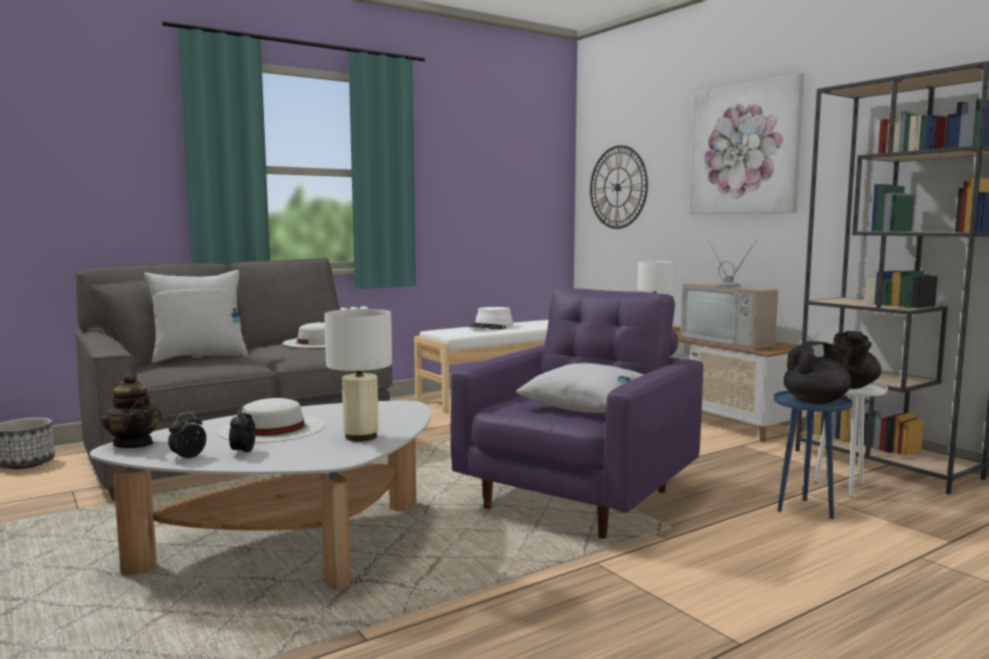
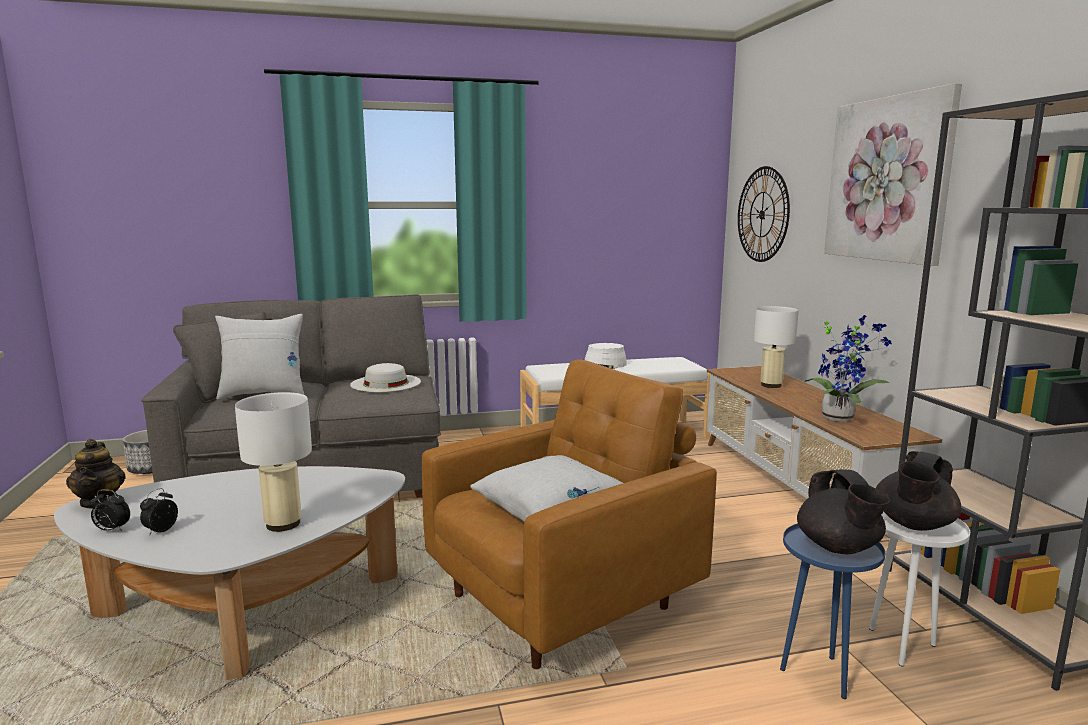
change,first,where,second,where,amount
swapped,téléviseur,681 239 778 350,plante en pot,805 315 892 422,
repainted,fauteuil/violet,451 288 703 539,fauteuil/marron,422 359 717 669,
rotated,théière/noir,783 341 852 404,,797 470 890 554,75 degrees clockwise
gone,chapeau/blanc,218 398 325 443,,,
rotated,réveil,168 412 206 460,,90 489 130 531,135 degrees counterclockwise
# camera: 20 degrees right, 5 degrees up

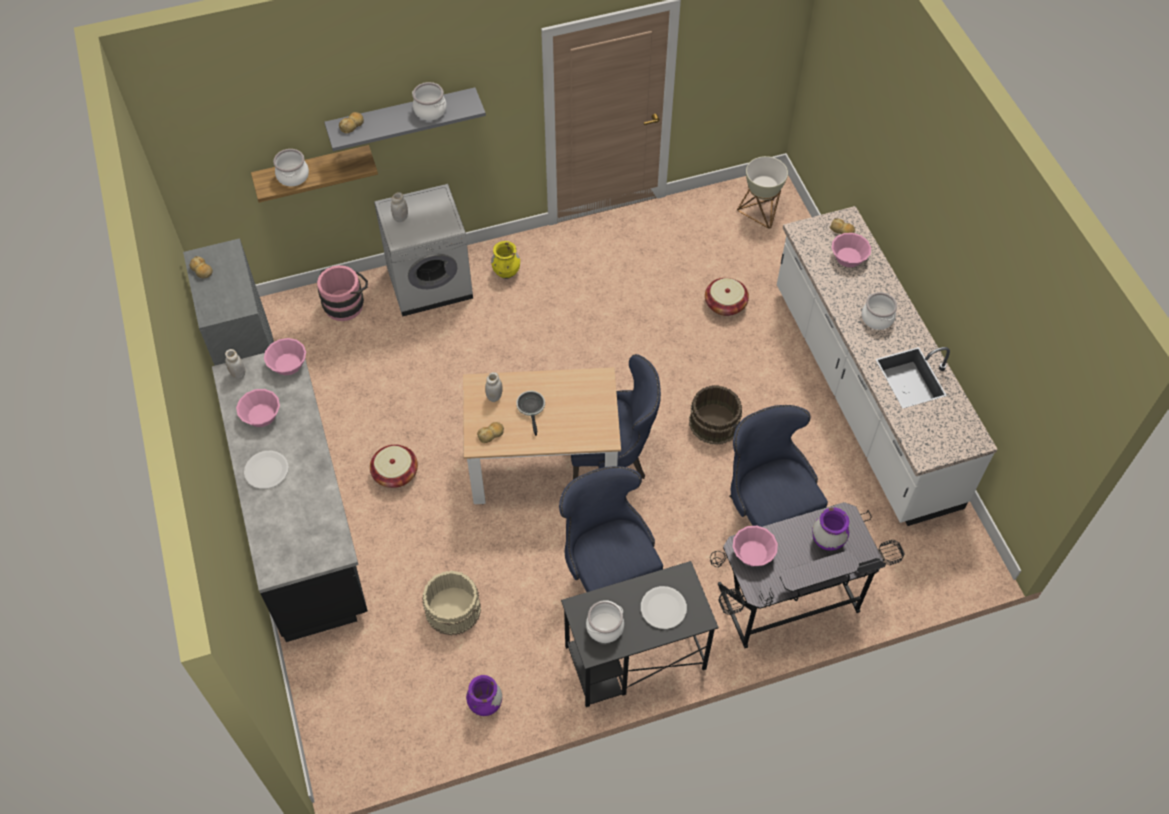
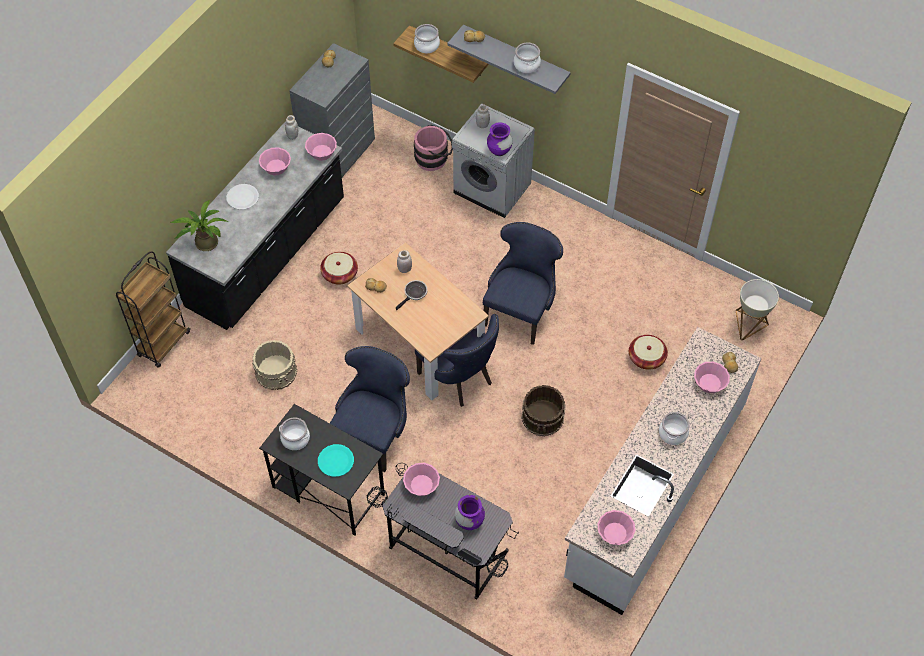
change,first,where,second,where,amount
gone,vase/jaune,491 241 520 279,,,
shifted,chaise/bleu,729 405 828 527,,483 222 563 345,
repainted,assiette/blanc,641 586 687 629,assiette/turquoise,318 444 354 477,
shifted,vase/violet,466 675 502 716,,487 122 513 156,
new,,,plante en pot,171 200 229 251,
new,,,chariot/marron,116 251 191 368,
new,,,bol/rose,597 510 636 545,
# camera: 50 degrees right, 0 degrees up

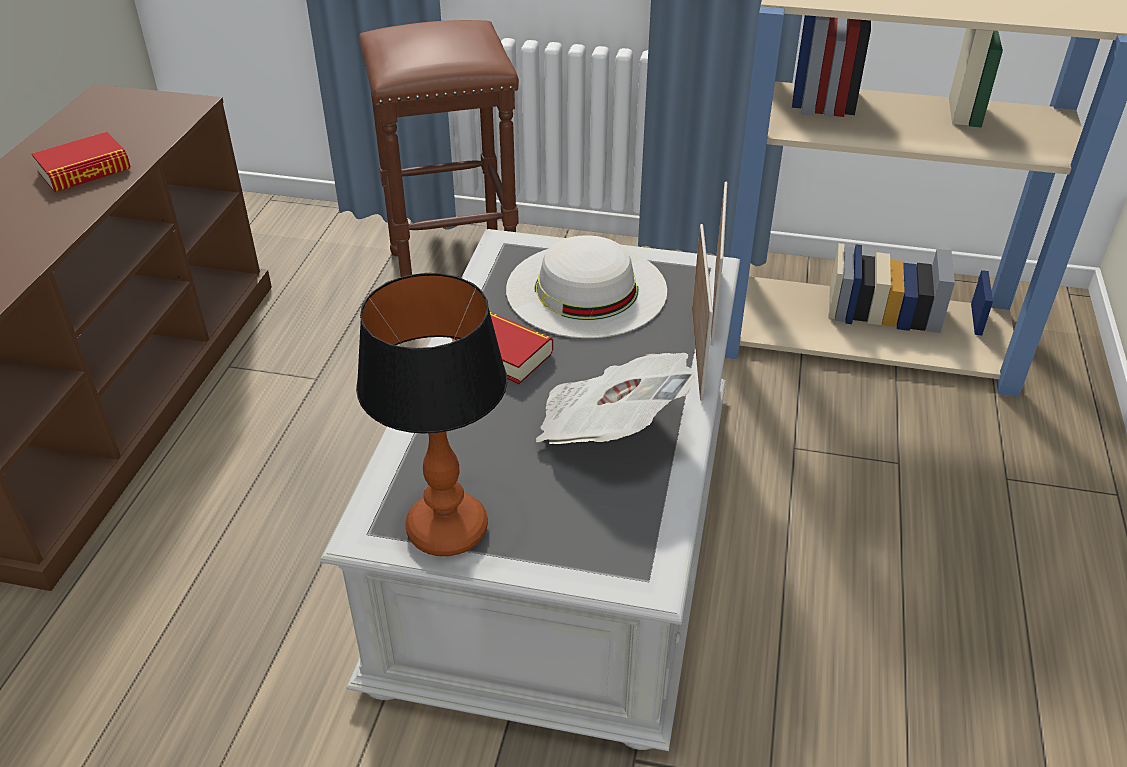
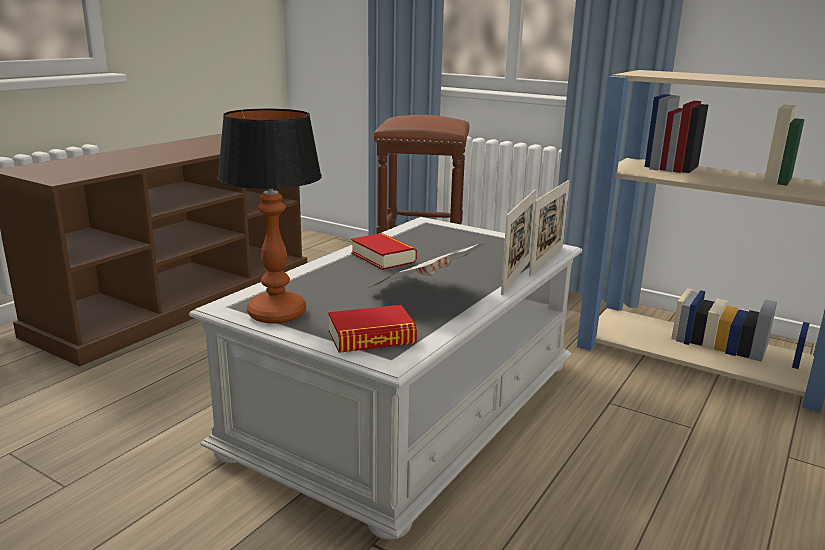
change,first,where,second,where,amount
shifted,livre,32 132 131 192,,328 305 417 353,
gone,chapeau/blanc,506 235 667 338,,,
# camera: 20 degrees right, 20 degrees down

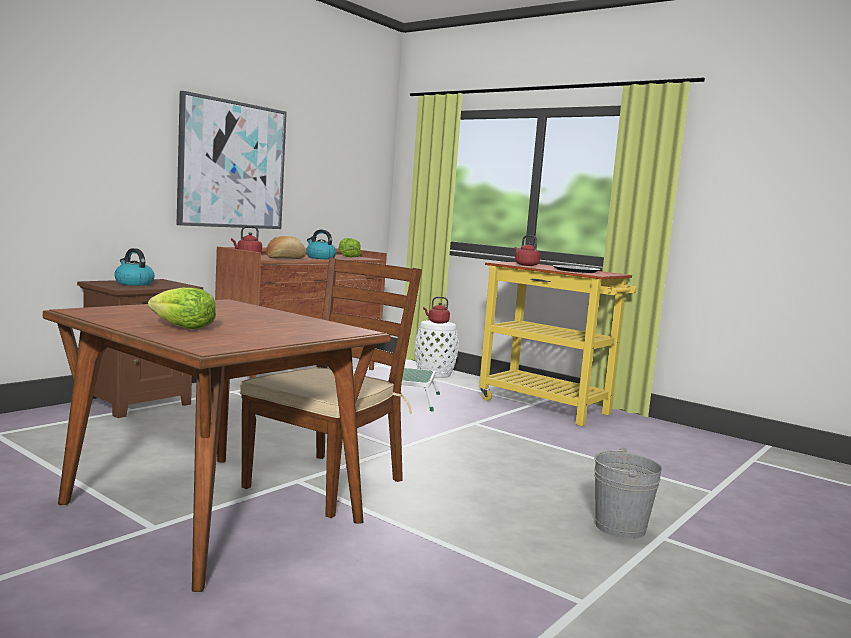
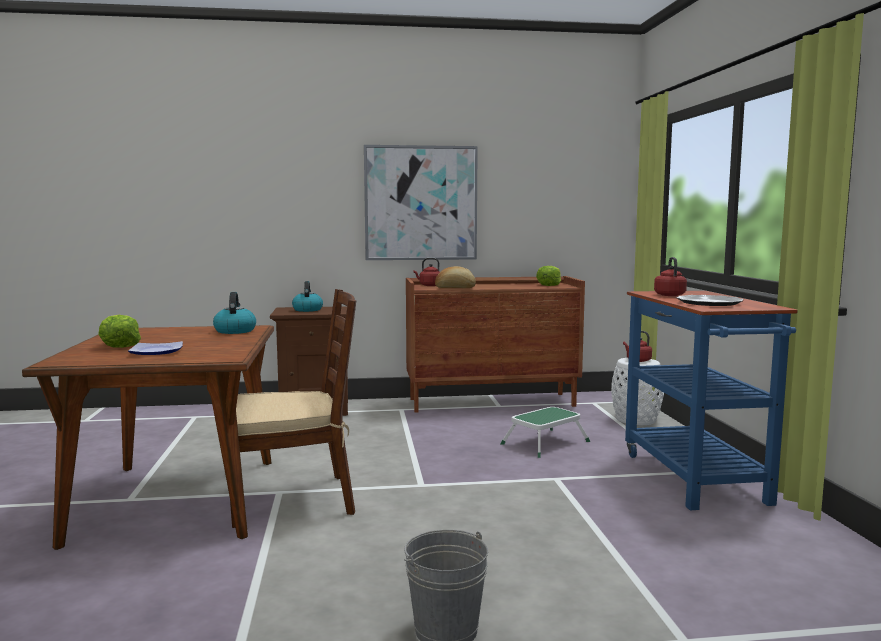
change,first,where,second,where,amount
shifted,bouilloire,306 230 337 259,,213 292 256 334,
repainted,chariot/jaune,479 262 636 426,chariot/bleu,625 290 798 510,
new,,,assiette,128 341 183 355,
# camera: 45 degrees right, 0 degrees up

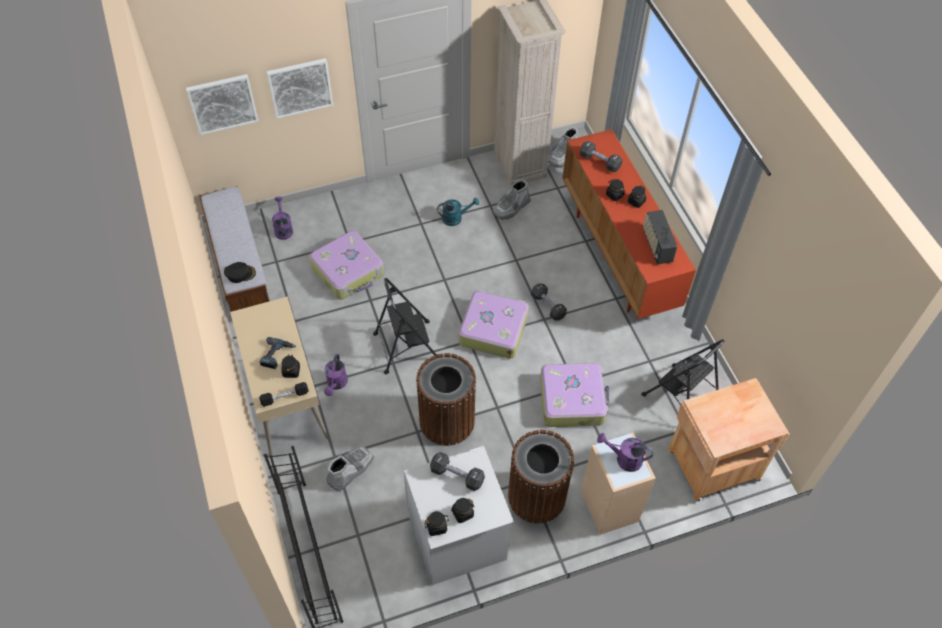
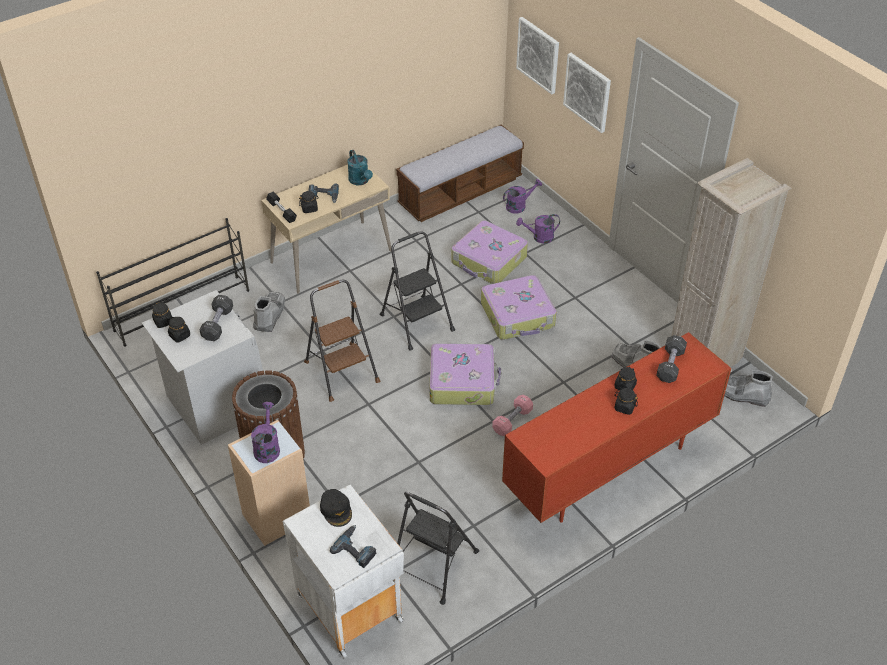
change,first,where,second,where,amount
shifted,arrosoir/turquoise,437 198 479 226,,347 150 373 185,
gone,radio,643 210 678 264,,,
shifted,casquette/noir,224 262 256 283,,320 489 352 527,
repainted,haltère/noir,531 283 567 321,haltère/rose,492 395 533 436,
swapped,poubelle/marron,416 353 476 446,escabeau/marron,304 280 380 402,
shifted,arrosoir/violet,324 354 348 396,,516 214 560 244,
shifted,valise,540 363 609 427,,481 275 557 340,
repainted,chariot/marron,669 378 790 504,chariot/blanc,283 485 404 658,
rotated,botte/gris,326 446 374 492,,253 292 285 332,105 degrees counterclockwise
new,,,perceuse,330 525 376 568,
# camera: 75 degrees right, 10 degrees down

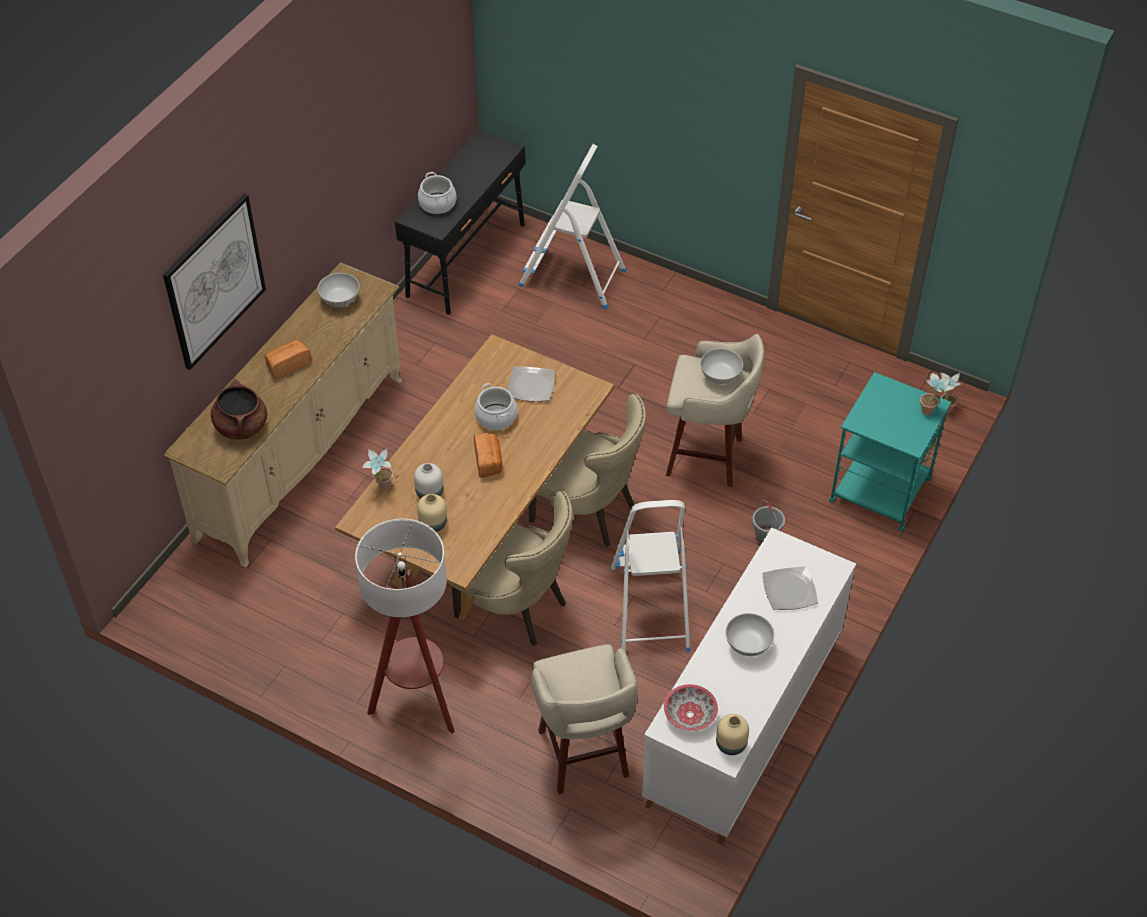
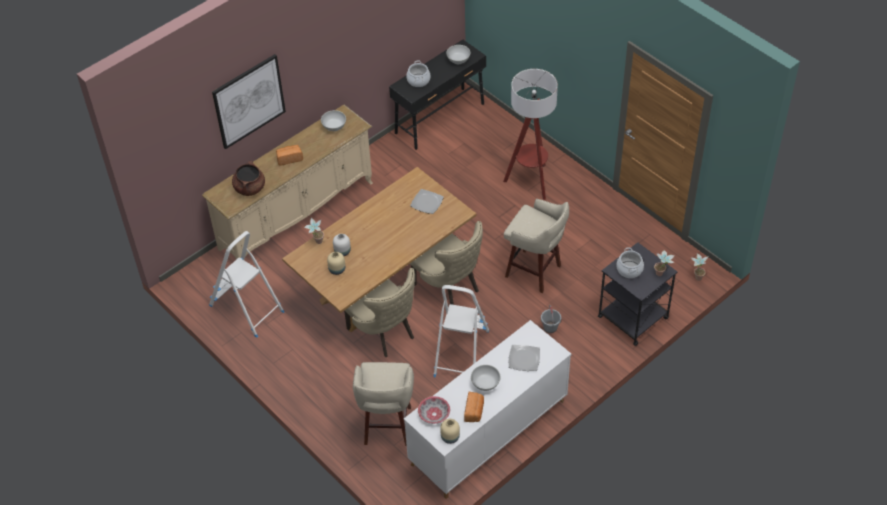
change,first,where,second,where,amount
shifted,escabeau/blanc,518 144 627 309,,209 231 284 338,
shifted,bol/blanc,700 348 743 384,,446 45 470 64,
repainted,chariot/turquoise,829 372 951 532,chariot/noir,598 242 677 346,
shifted,marmite,474 383 517 430,,616 247 644 278,
shifted,pain,474 433 503 478,,464 392 484 422,
shifted,lampadaire,355 519 455 734,,503 69 558 200,
# camera: 20 degrees right, 0 degrees up

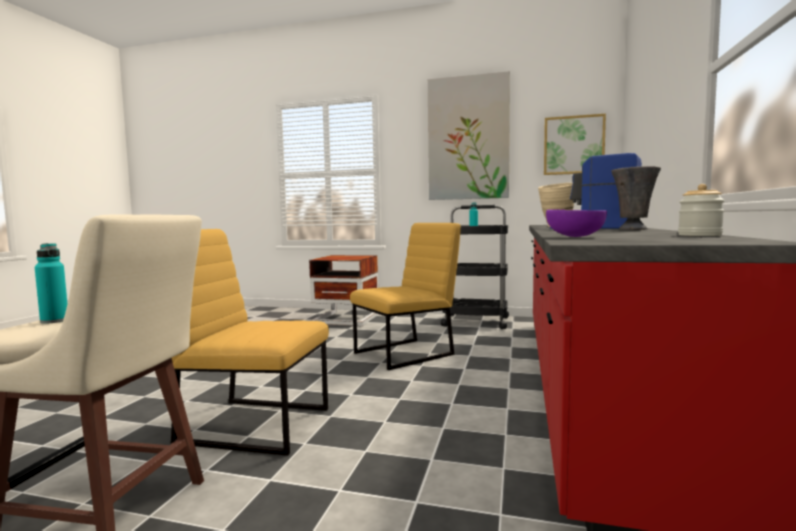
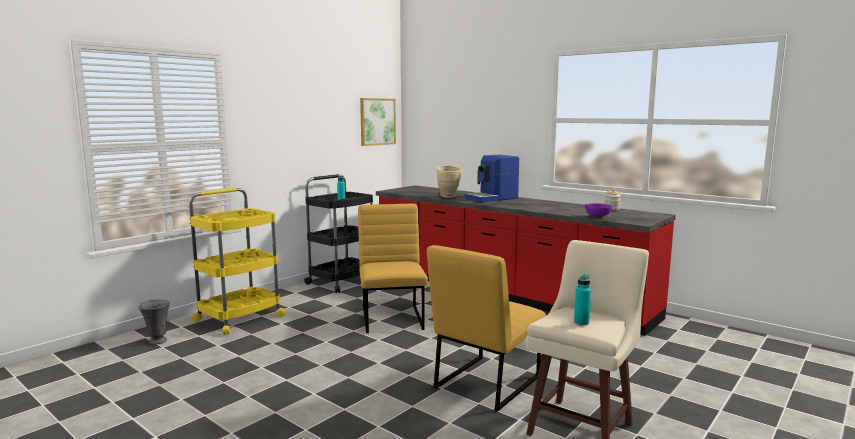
change,first,where,second,where,amount
gone,tableau,428 71 510 200,,,
shifted,vase/gris,611 166 661 230,,138 299 170 345,
swapped,table de chevet,309 255 379 326,chariot/jaune,189 188 286 335,
# camera: 65 degrees left, 5 degrees up

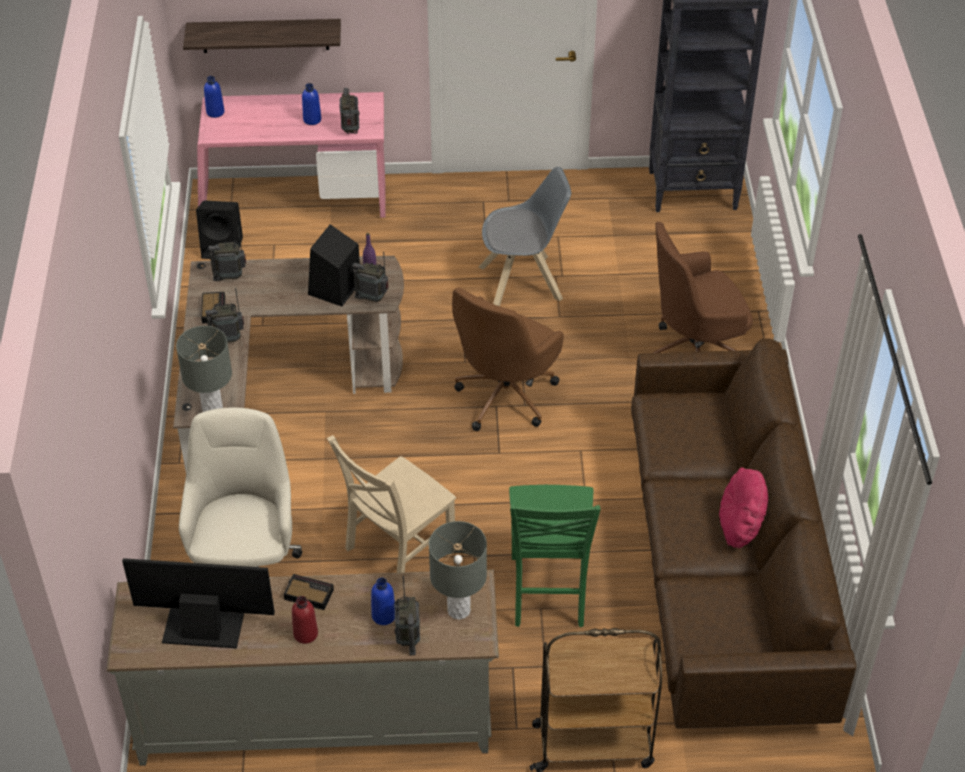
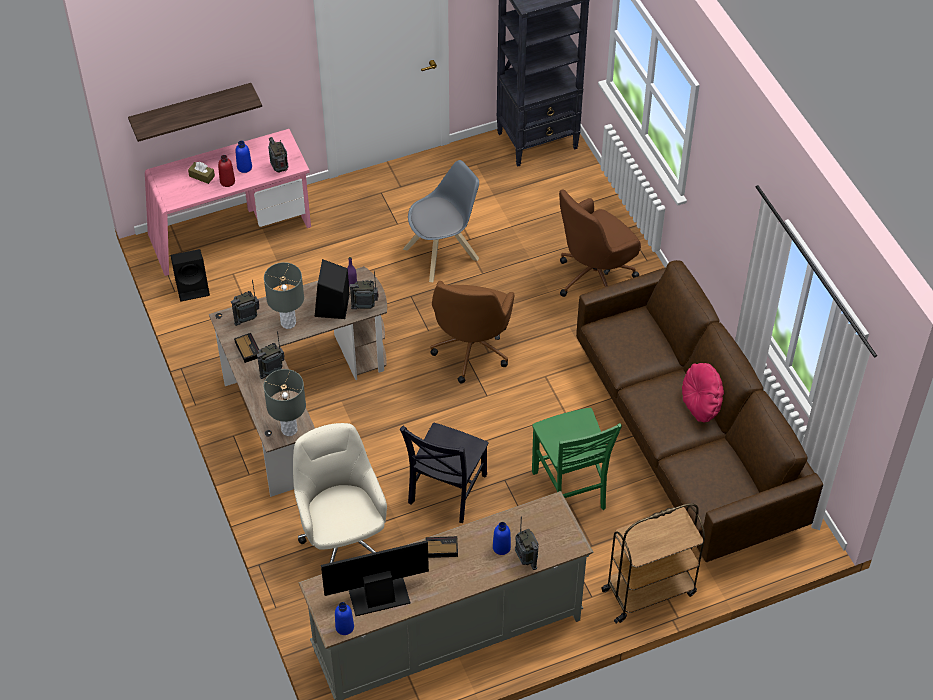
change,first,where,second,where,amount
shifted,bouteille/bleu,204 76 225 118,,335 602 354 635,
repainted,chaise/beige,327 435 456 573,chaise/noir,400 422 489 523,
shifted,lampe de table/gris,429 521 487 620,,264 262 304 329,
shifted,bouteille/rouge,292 596 318 644,,218 155 235 187,
new,,,boîte à mouchoirs/marron,188 162 215 184,
# camera: 20 degrees left, 5 degrees up

